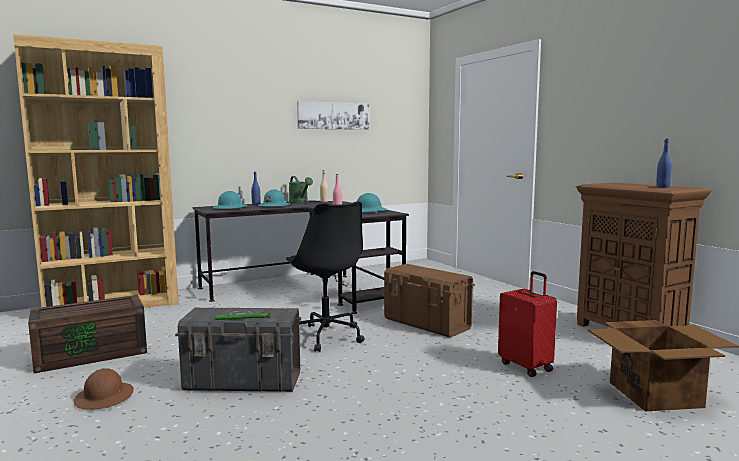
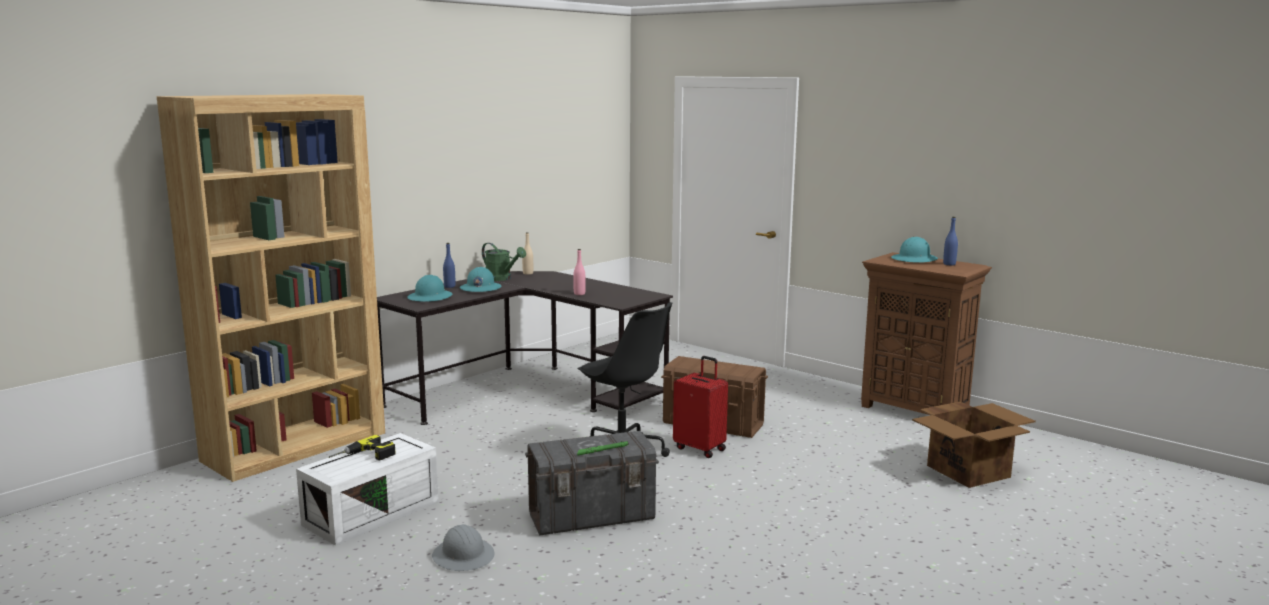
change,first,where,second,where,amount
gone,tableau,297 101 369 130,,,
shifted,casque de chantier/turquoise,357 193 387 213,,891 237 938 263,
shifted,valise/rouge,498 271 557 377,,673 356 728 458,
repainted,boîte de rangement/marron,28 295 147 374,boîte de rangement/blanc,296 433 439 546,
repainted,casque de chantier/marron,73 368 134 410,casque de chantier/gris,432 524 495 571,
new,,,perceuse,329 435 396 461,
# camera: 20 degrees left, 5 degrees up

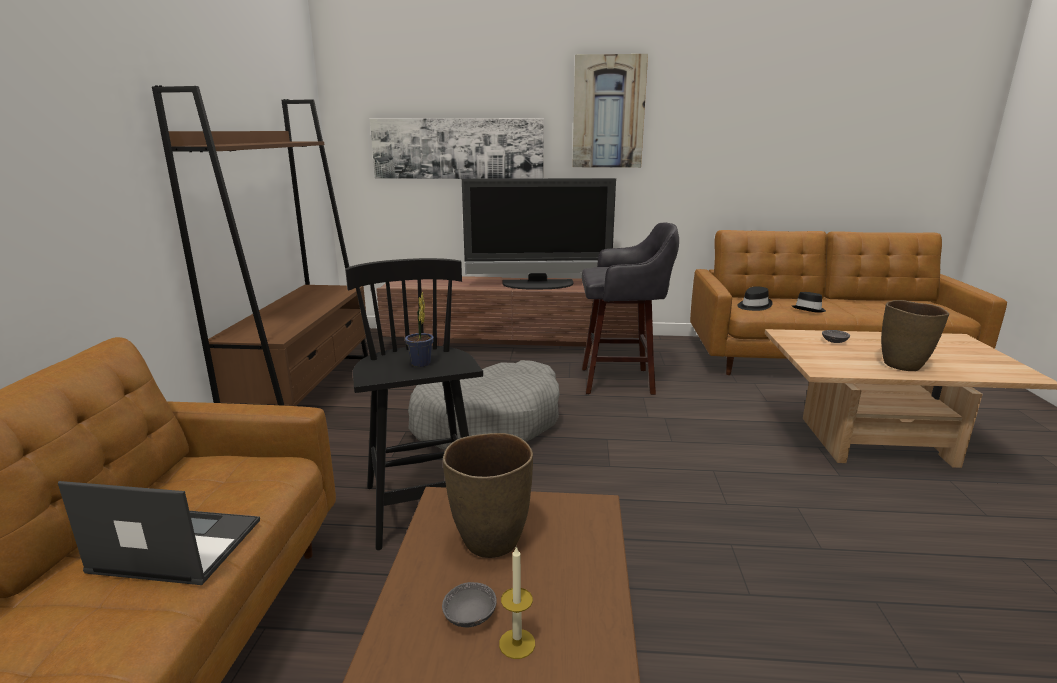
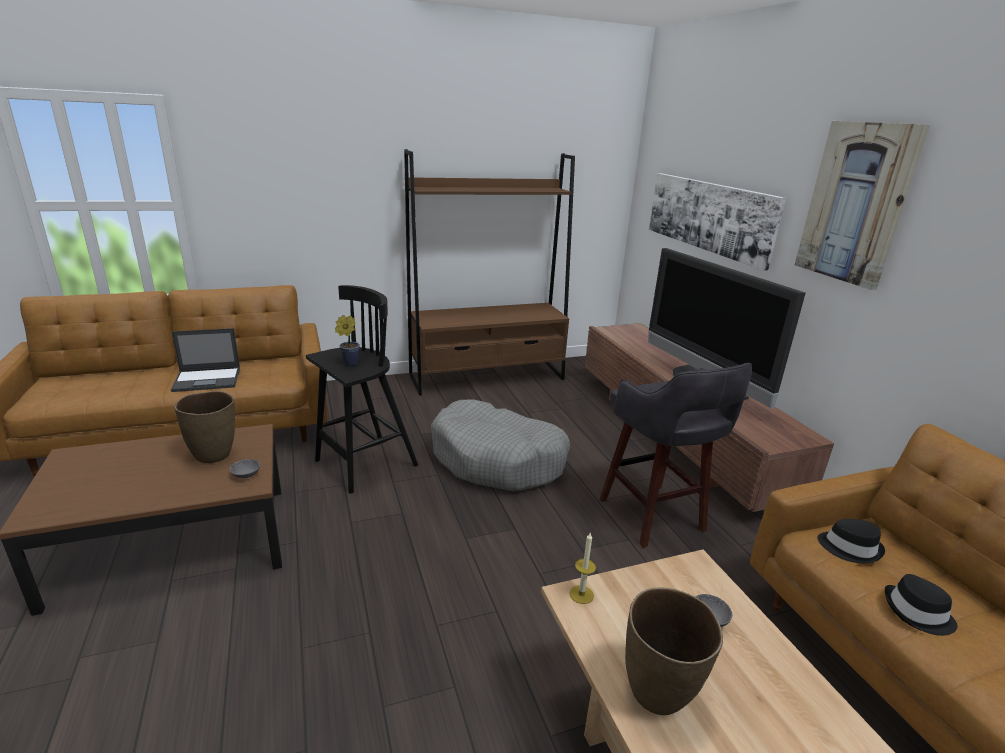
change,first,where,second,where,amount
rotated,ordinateur portable,58 481 260 585,,171 328 240 392,90 degrees clockwise
shifted,bougie,499 546 535 659,,570 533 596 604,
shifted,bol/gris,442 582 497 627,,229 459 260 478,
# camera: 65 degrees right, 5 degrees up

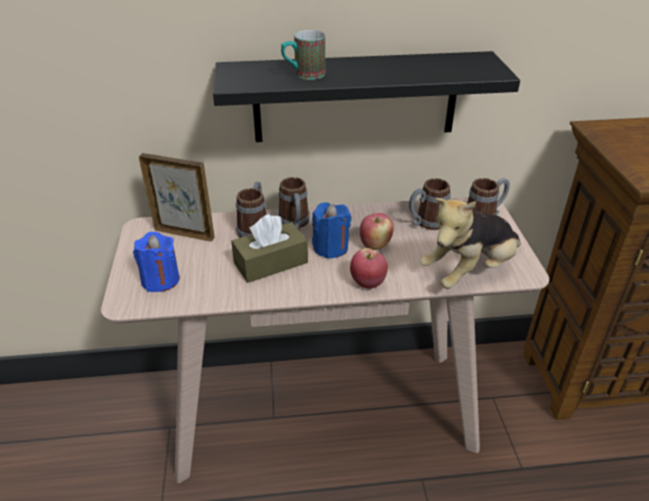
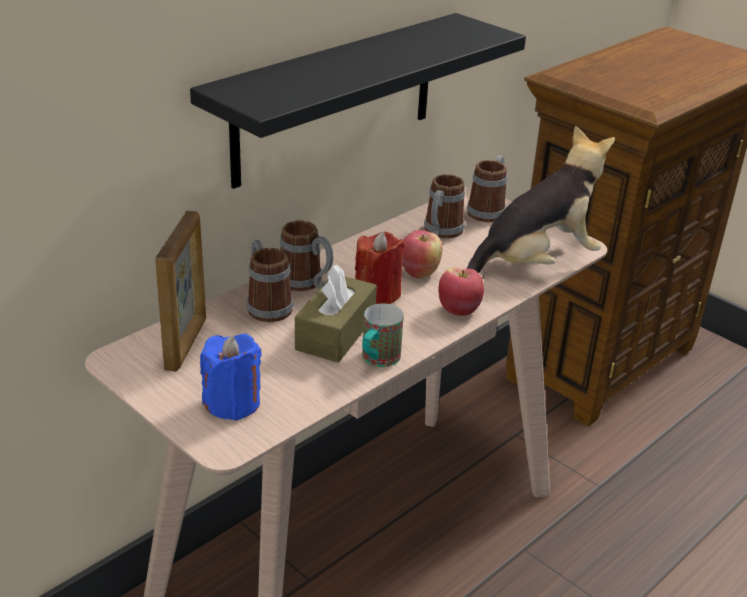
change,first,where,second,where,amount
shifted,mug,281 30 325 80,,362 303 404 367,
rotated,cadre photo,139 153 215 242,,155 211 206 372,120 degrees clockwise
rotated,peluche,420 198 521 289,,467 126 615 273,135 degrees counterclockwise
repainted,bougie/bleu,312 202 351 259,bougie/rouge,355 231 405 304,
# camera: 40 degrees left, 5 degrees down

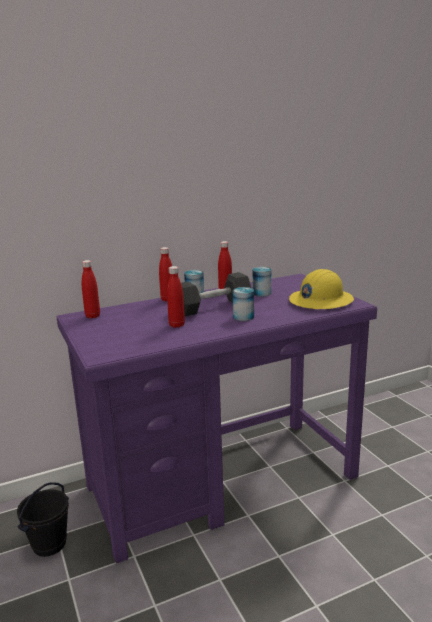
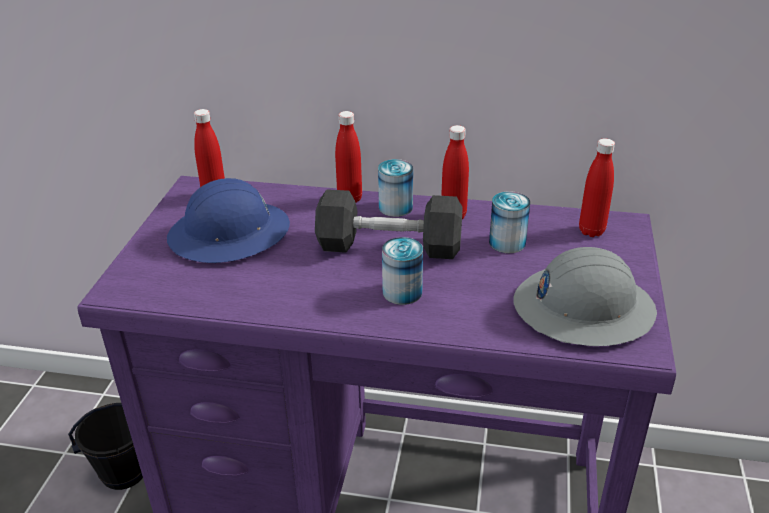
change,first,where,second,where,amount
shifted,bouteille/rouge,167 266 185 328,,579 139 615 237,
repainted,casque de chantier/jaune,289 269 354 309,casque de chantier/gris,513 247 657 346,
new,,,casque de chantier/bleu,167 178 290 263,
# camera: 35 degrees right, 15 degrees up

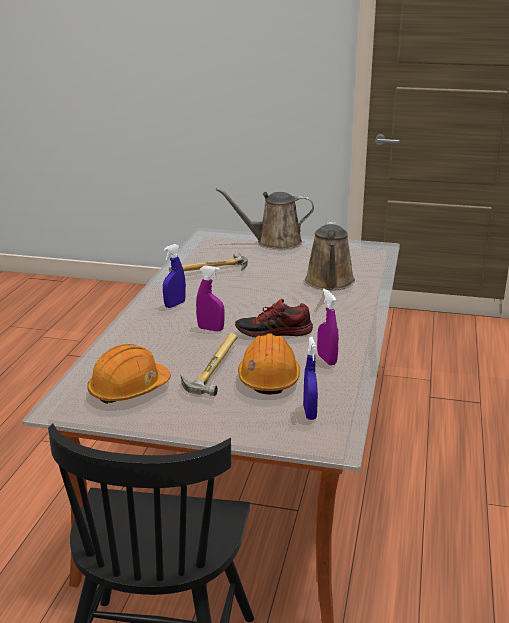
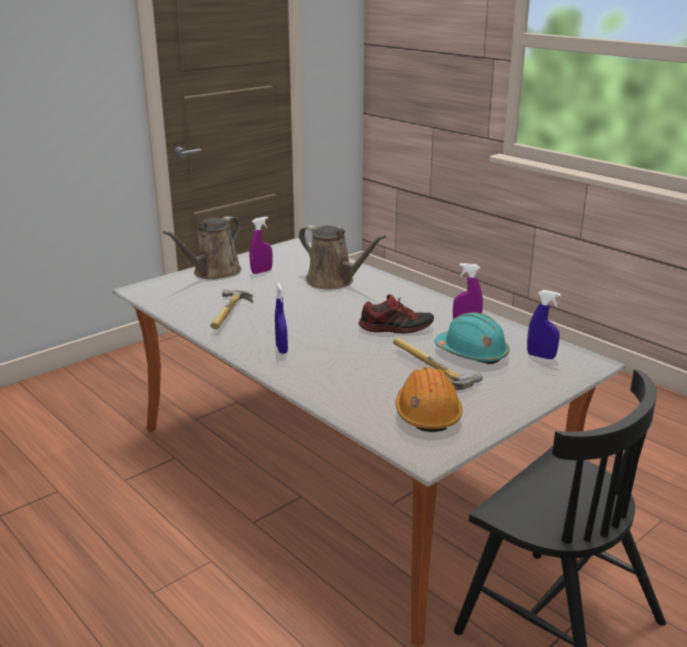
change,first,where,second,where,amount
shifted,vaporisateur/violet,196 266 225 331,,249 216 273 274,
rotated,chaussure,235 299 313 337,,358 294 434 334,120 degrees counterclockwise
repainted,casque de chantier/orange,238 334 300 395,casque de chantier/turquoise,435 312 509 364,
# camera: 55 degrees left, 0 degrees up

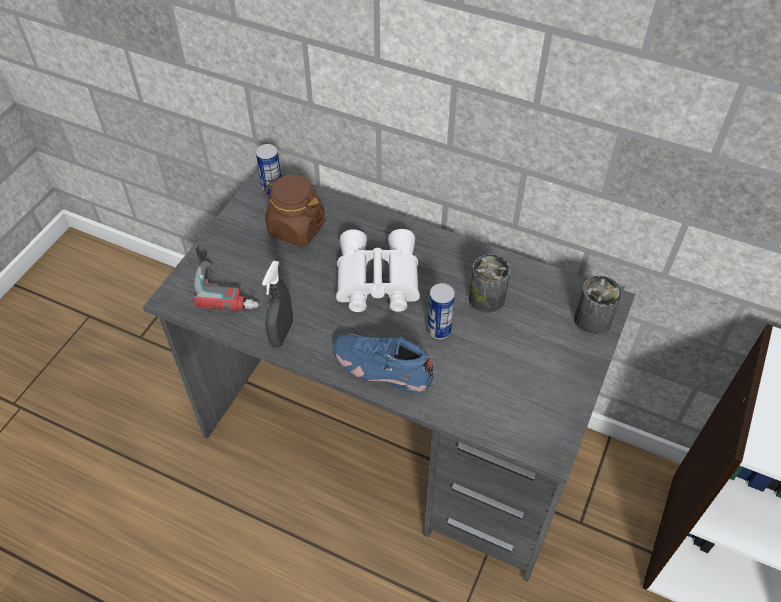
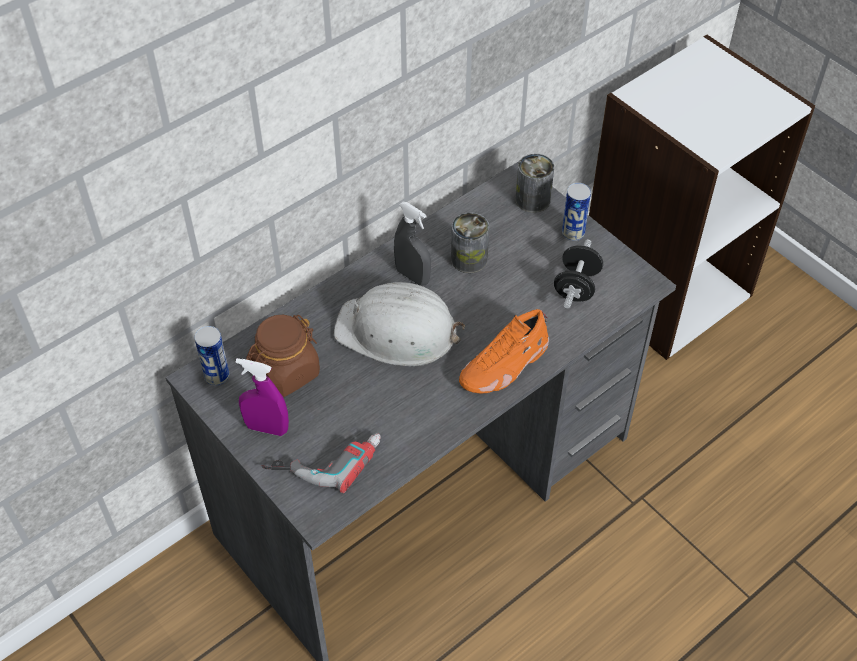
change,first,where,second,where,amount
swapped,jumelles/blanc,336 229 420 312,casque de chantier/blanc,334 282 465 366,
shifted,vaporisateur/gris,262 261 293 348,,394 202 431 286,
shifted,boîte métallique,427 283 455 340,,562 183 591 241,
repainted,chaussure/bleu,333 334 434 393,chaussure/orange,459 309 549 393,
new,,,haltère/noir,554 239 603 309,
new,,,vaporisateur/violet,236 358 289 436,
# camera: 65 degrees left, 0 degrees up

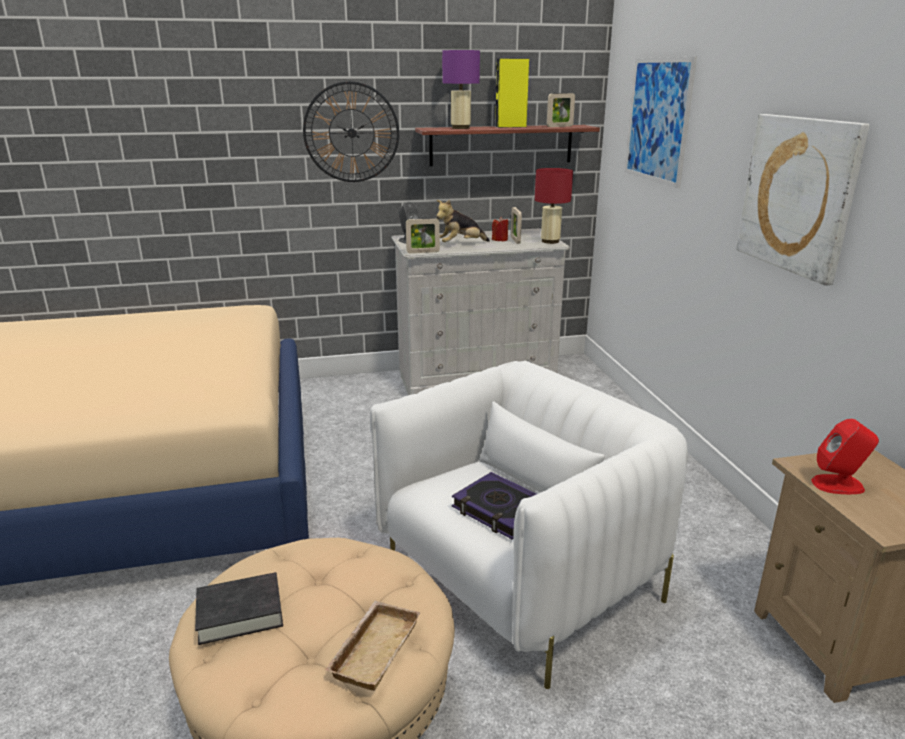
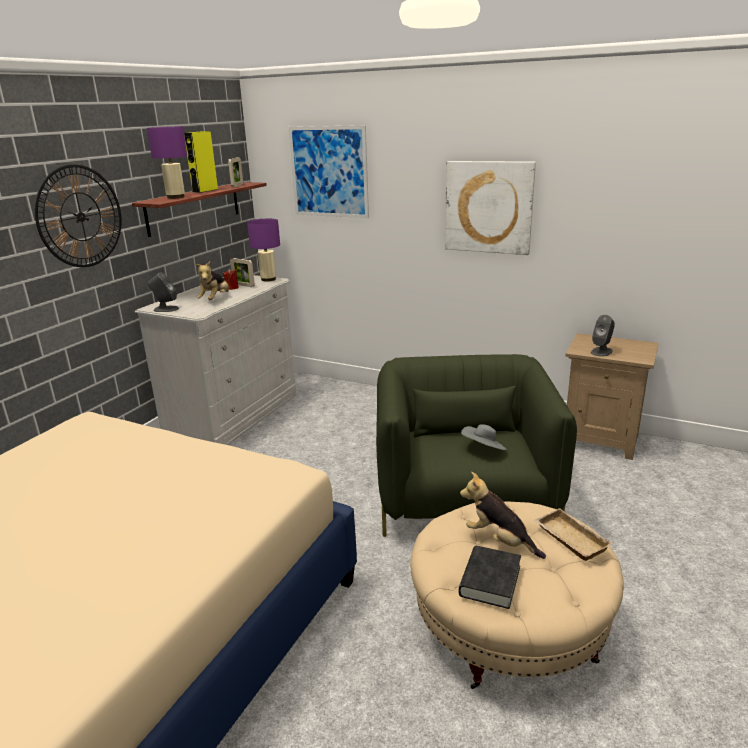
change,first,where,second,where,amount
repainted,lampe de table/rouge,535 168 573 244,lampe de table/violet,247 219 280 281,
gone,cadre photo,406 218 440 253,,,
repainted,fauteuil/blanc,370 361 688 689,fauteuil/vert,376 354 577 537,
repainted,enceinte/rouge,811 419 879 494,enceinte/gris,591 315 615 357,
swapped,livre,452 472 536 540,chapeau/gris,461 424 507 450,
new,,,peluche,460 472 546 559,
# camera: 50 degrees left, 0 degrees up

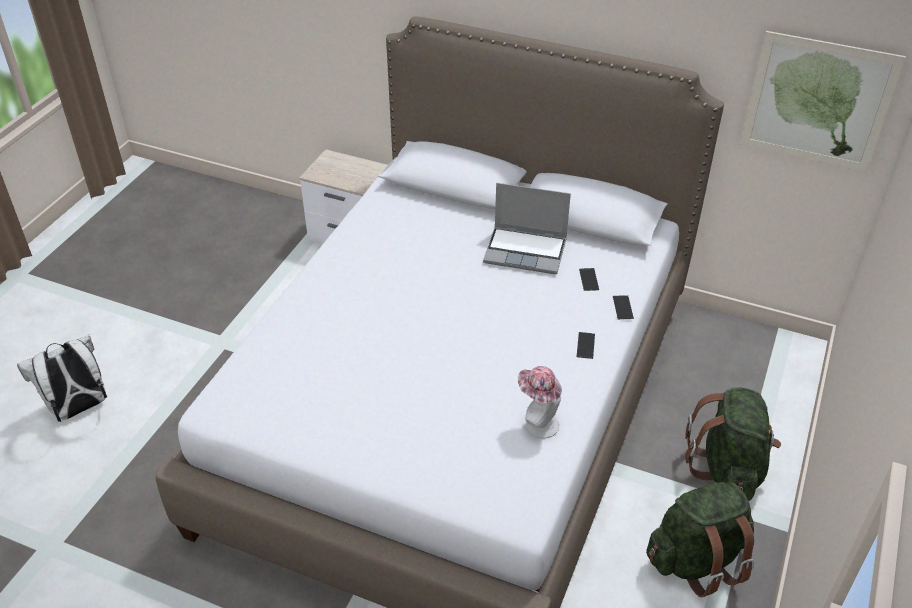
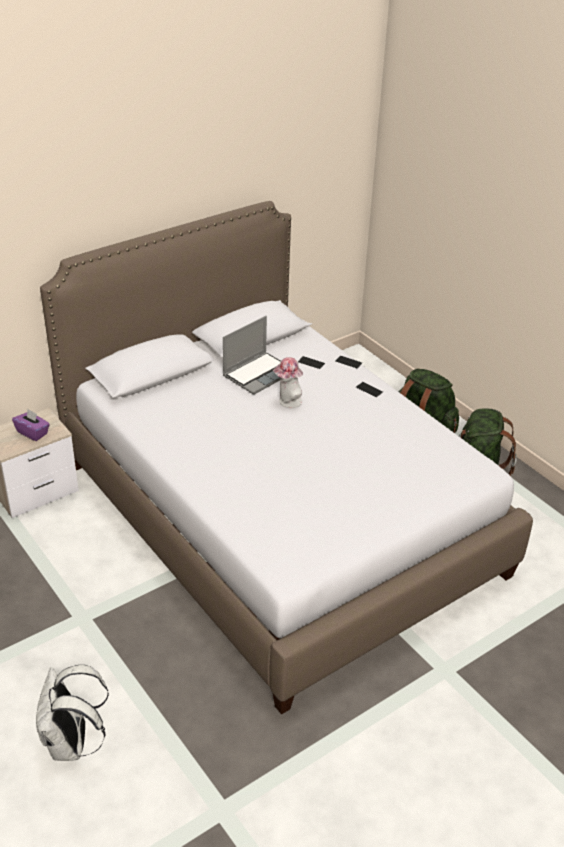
change,first,where,second,where,amount
gone,tableau,740 31 906 172,,,
shifted,chapeau,518 366 562 438,,273 357 303 408,
new,,,boîte à mouchoirs/violet,12 409 50 441,
# camera: 60 degrees left, 5 degrees down

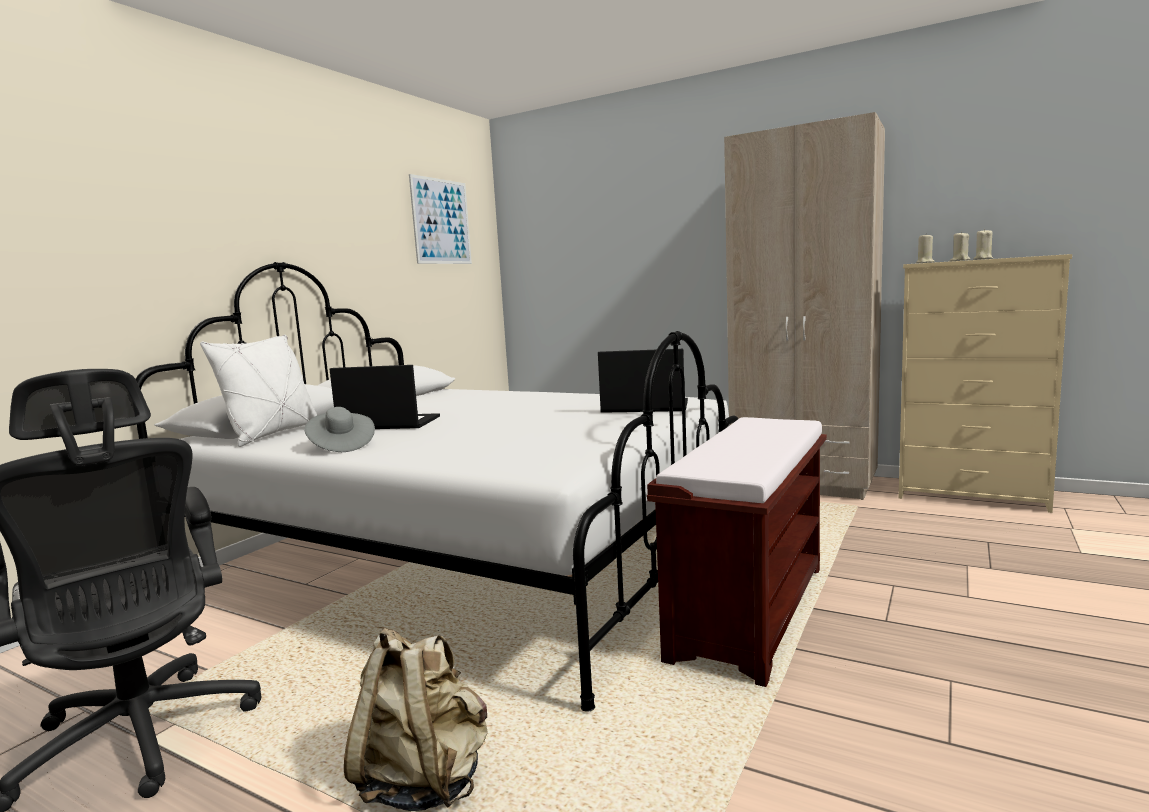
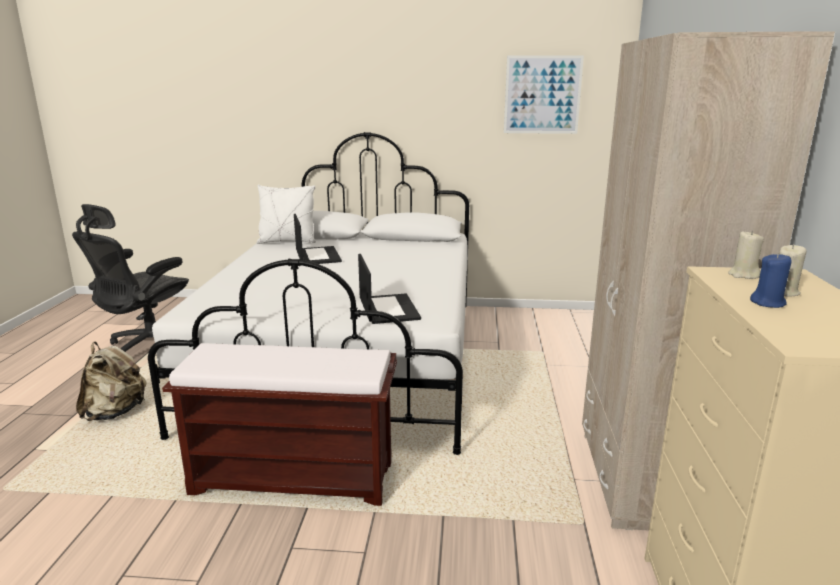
change,first,where,second,where,amount
repainted,bougie/beige,973 229 993 260,bougie/bleu,750 253 792 308,
gone,chapeau/gris,304 407 375 452,,,
# camera: 65 degrees right, 10 degrees up

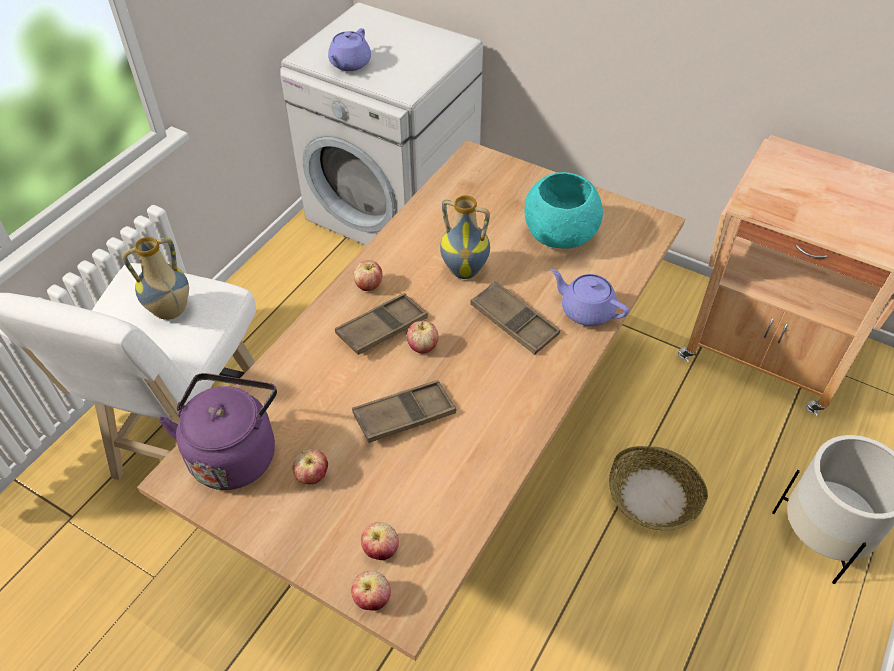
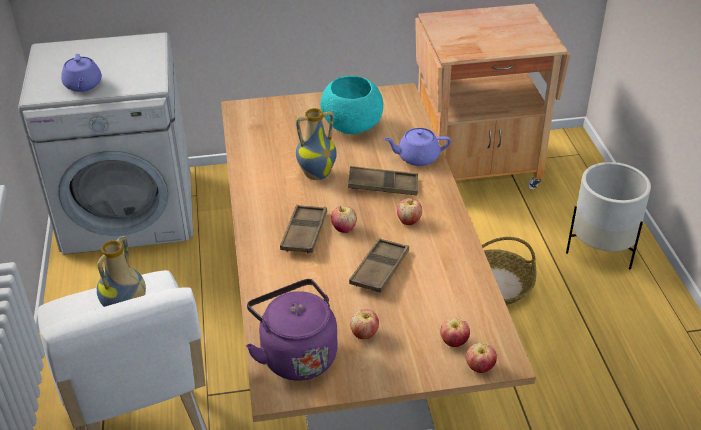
change,first,where,second,where,amount
shifted,pomme,354 260 382 291,,397 198 422 225,
# camera: 40 degrees left, 10 degrees down

